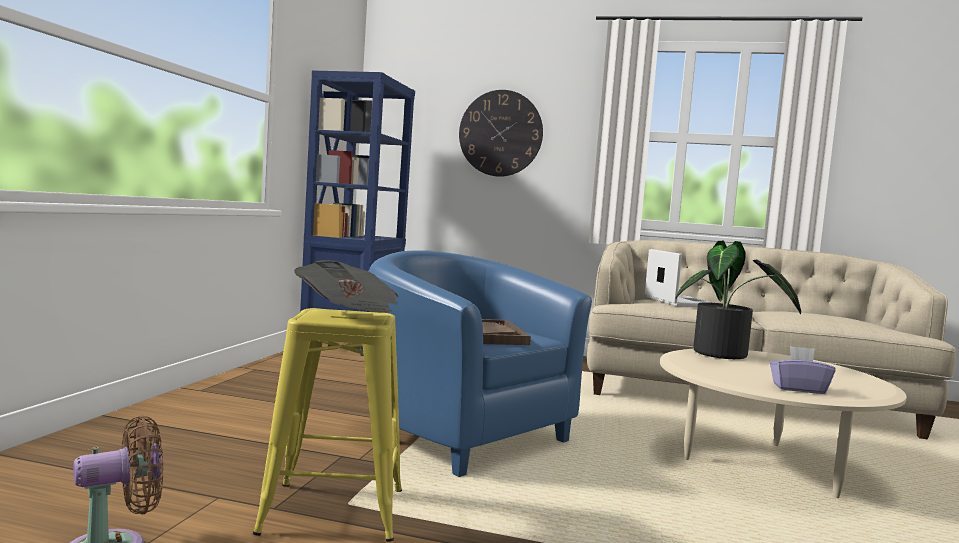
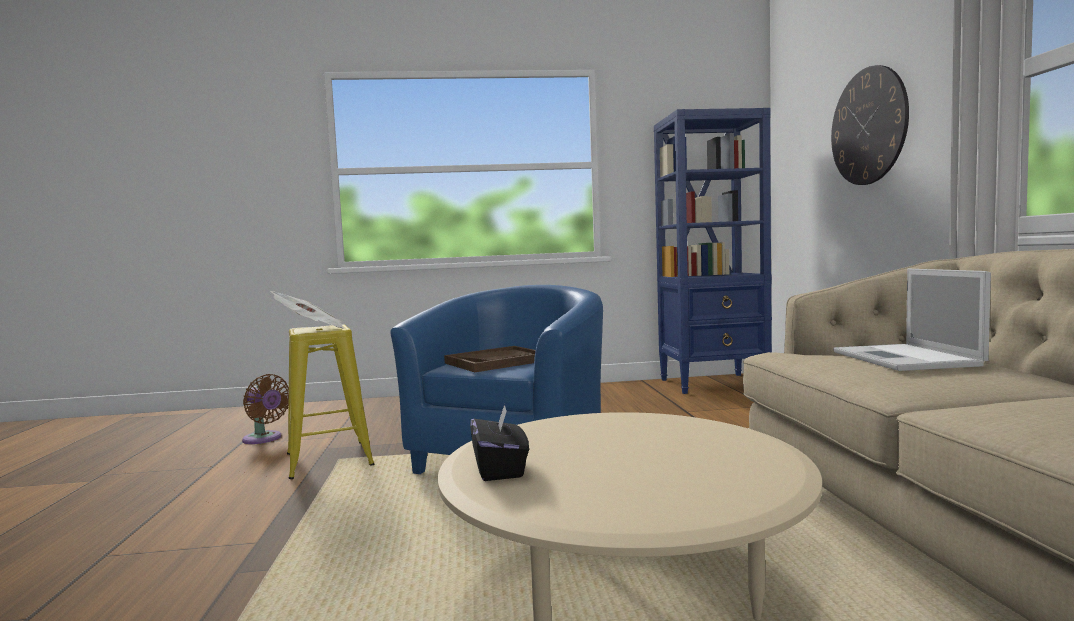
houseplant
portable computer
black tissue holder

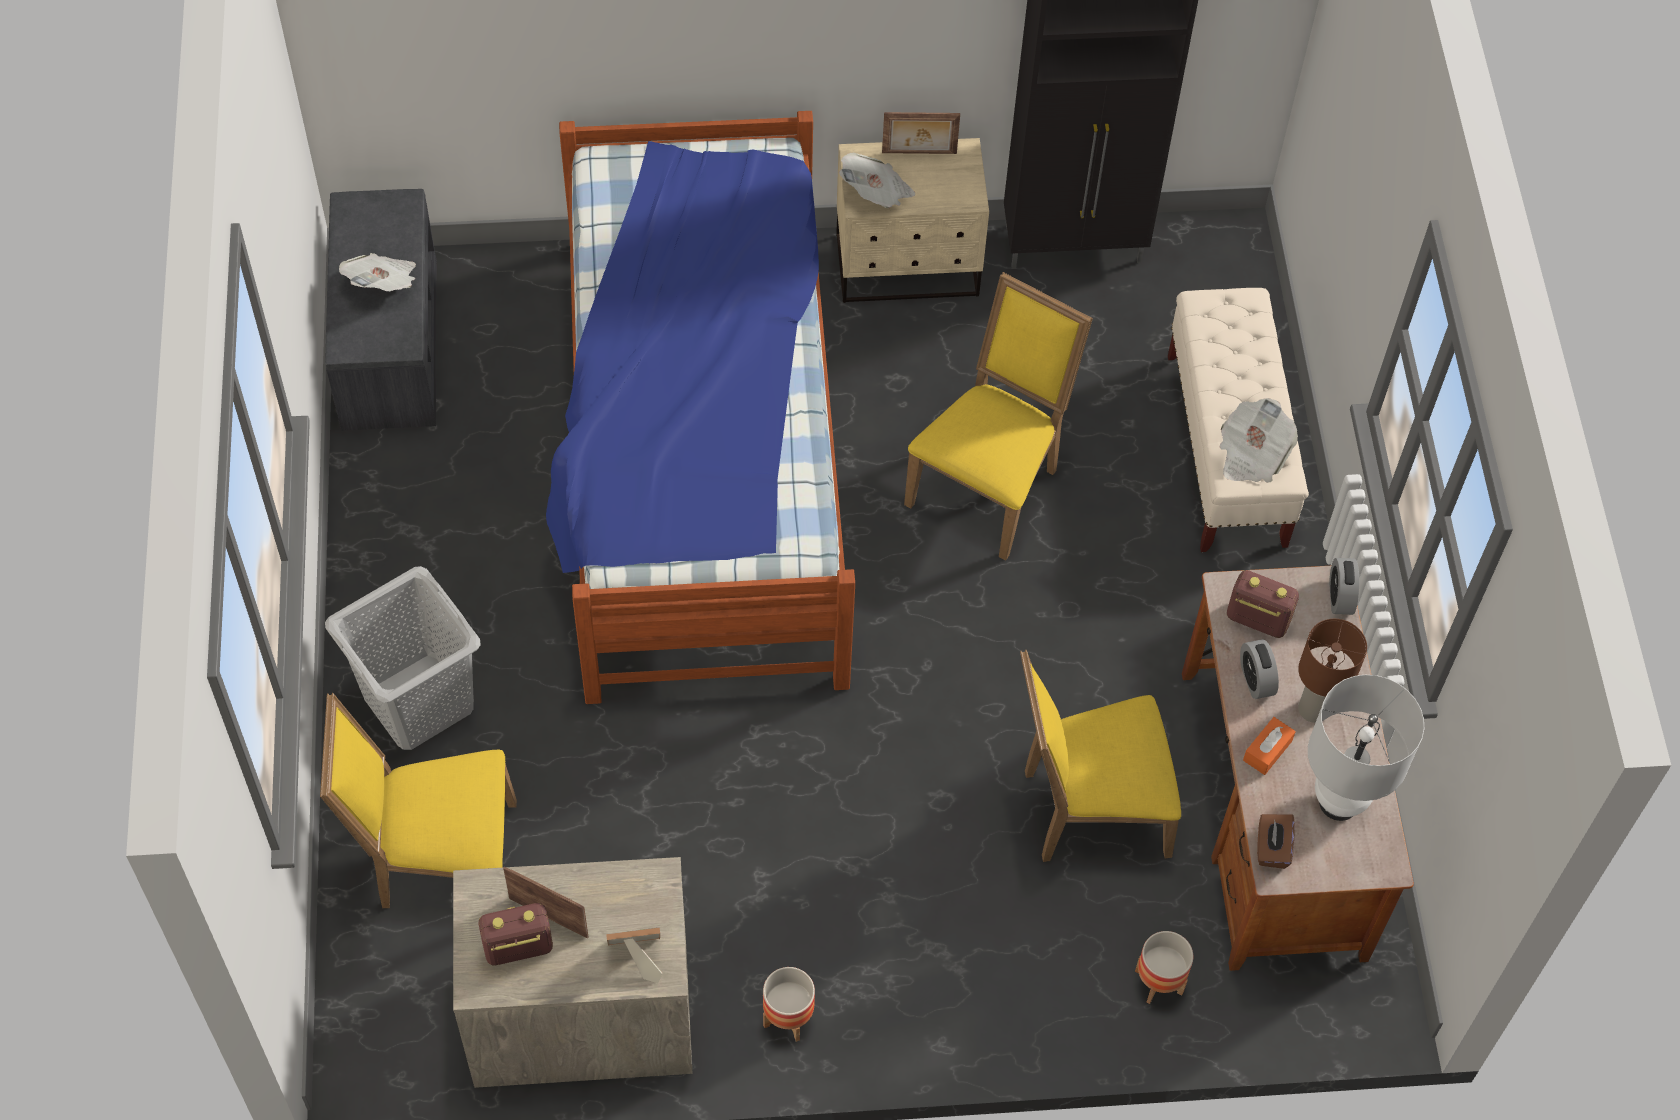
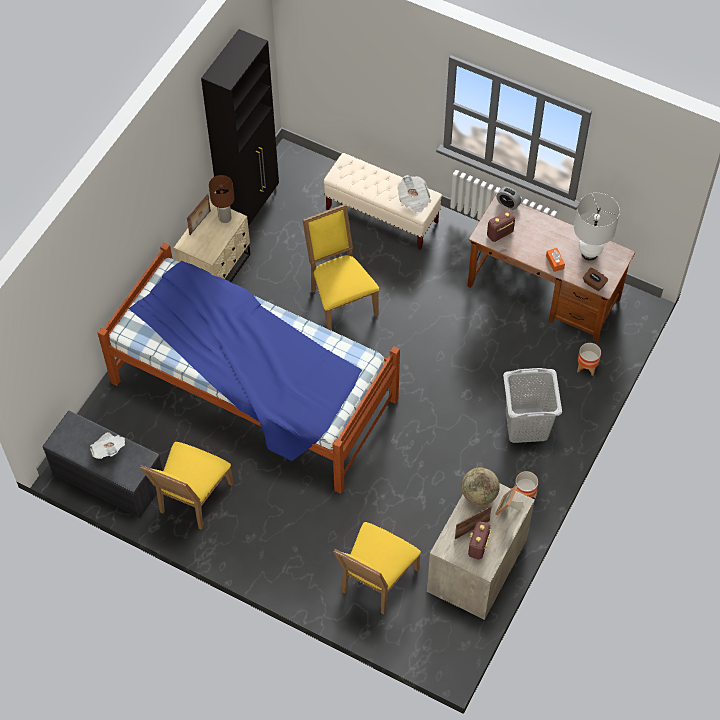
newspaper (no. 2 from left in the first image)
grey hamper
brown table lamp
table clock (no. 1 from left in the first image)
yellow-coloured upright chair (no. 1 from left)
globe

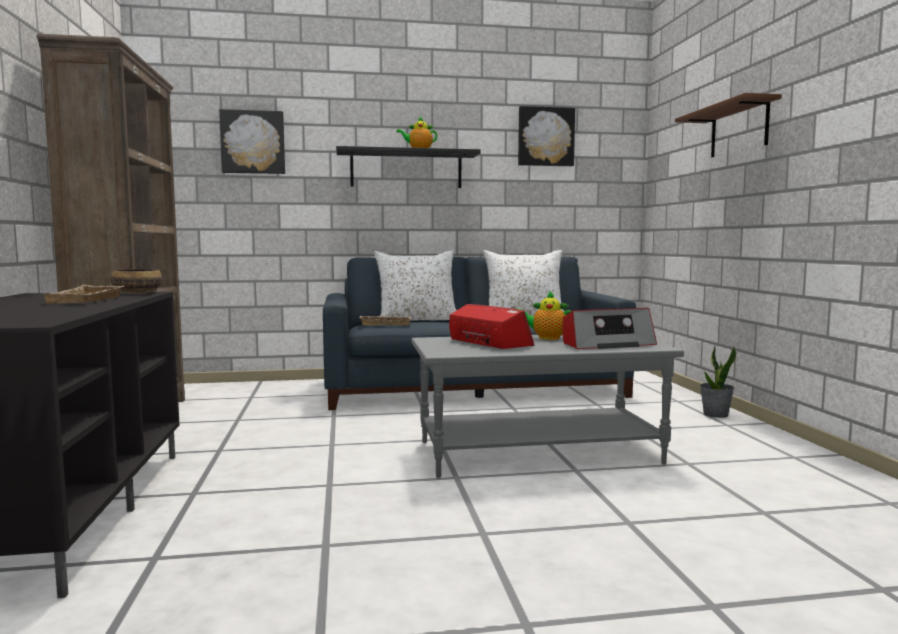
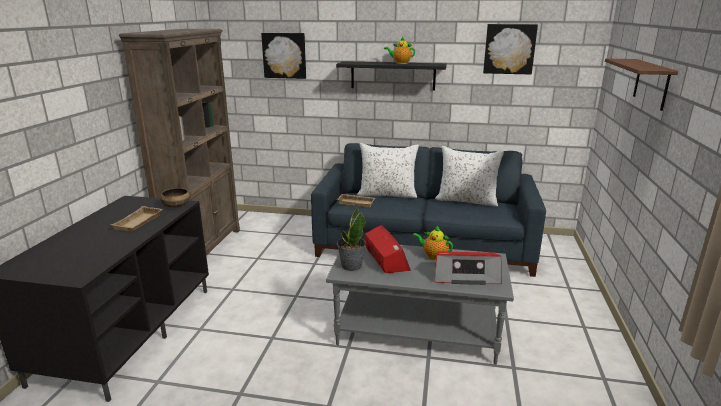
houseplant

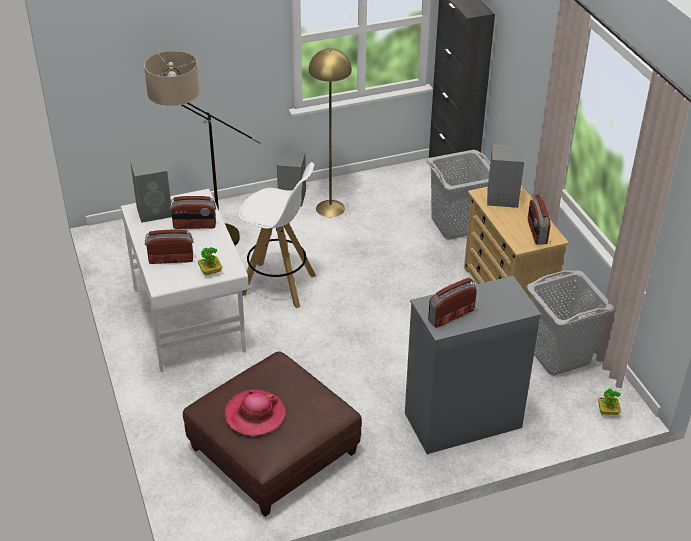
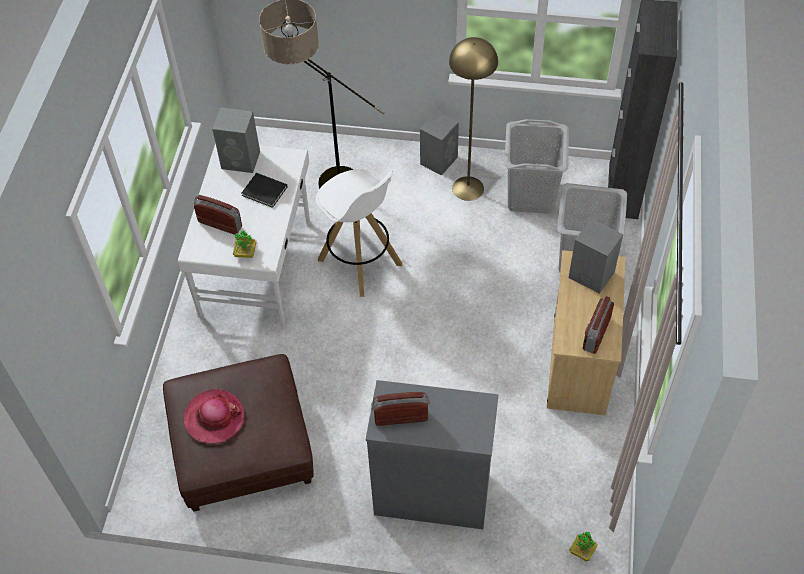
black volume
grey hamper (no. 1 from left)

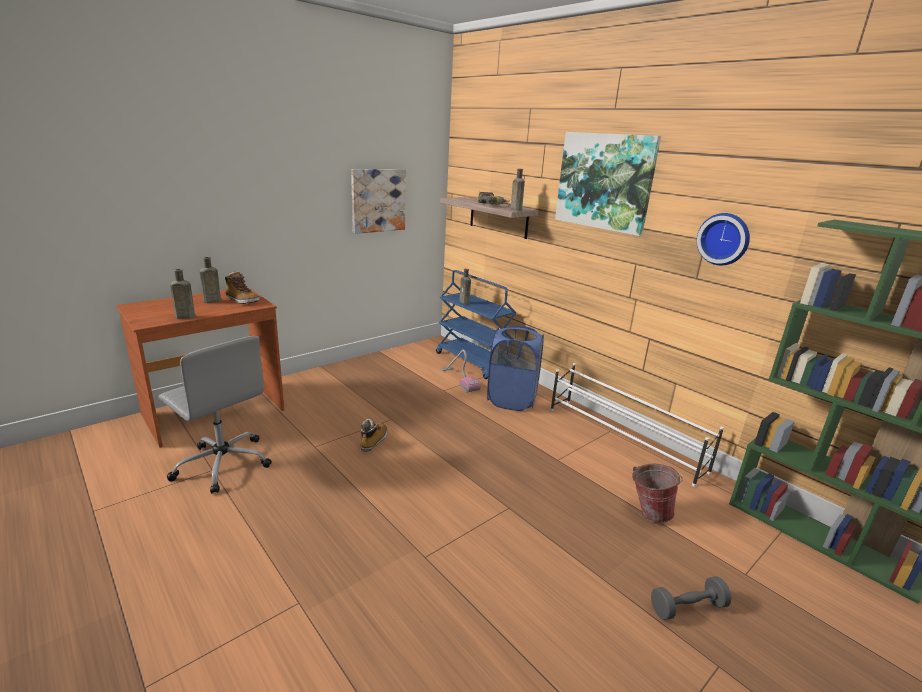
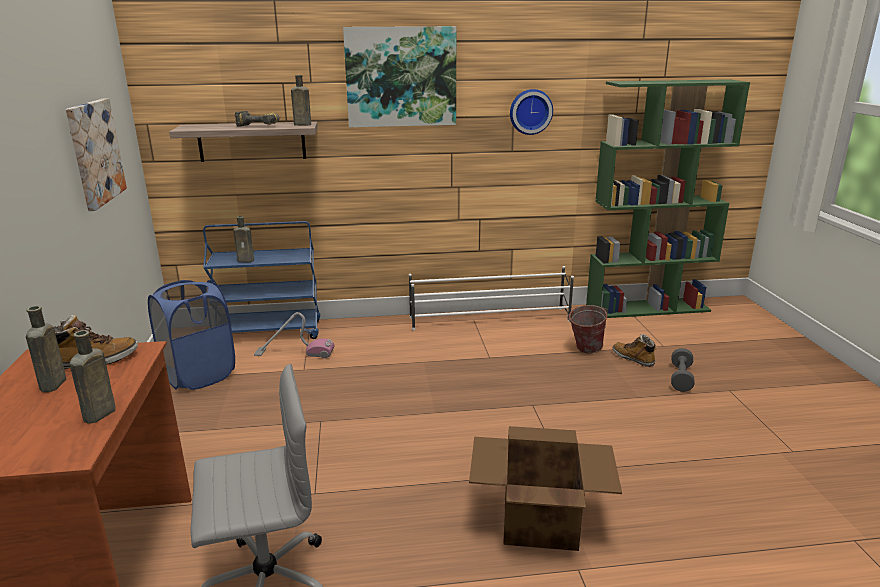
blue hamper
boot (no. 2 from left)
packing box

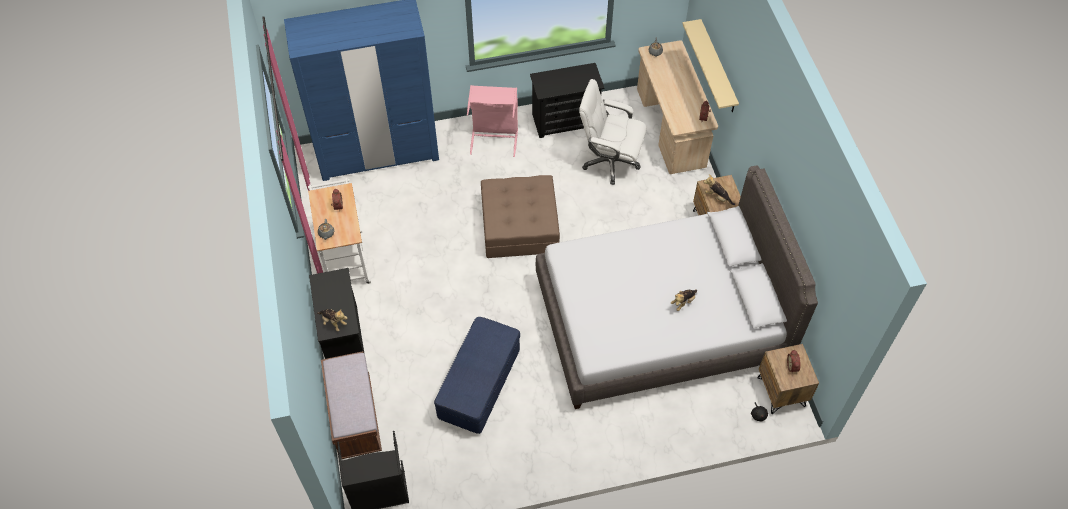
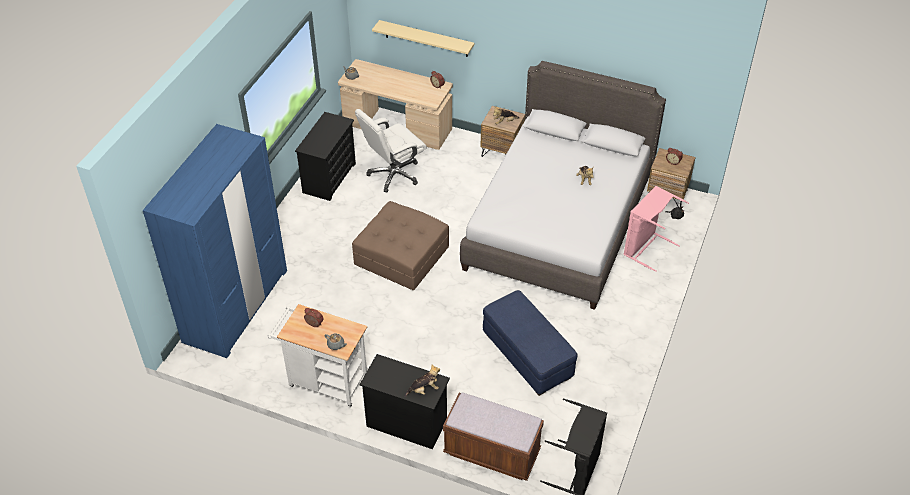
pink hamper

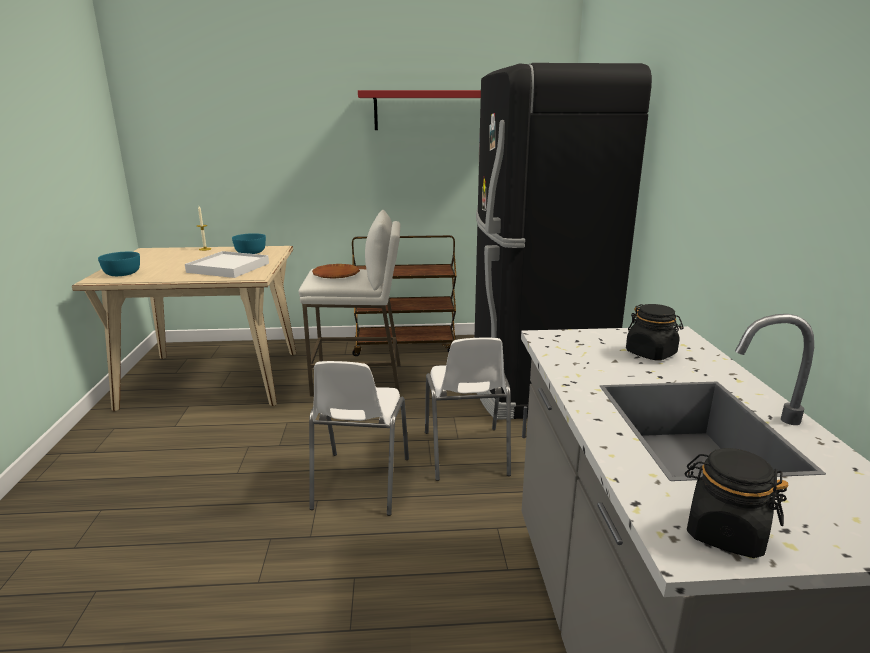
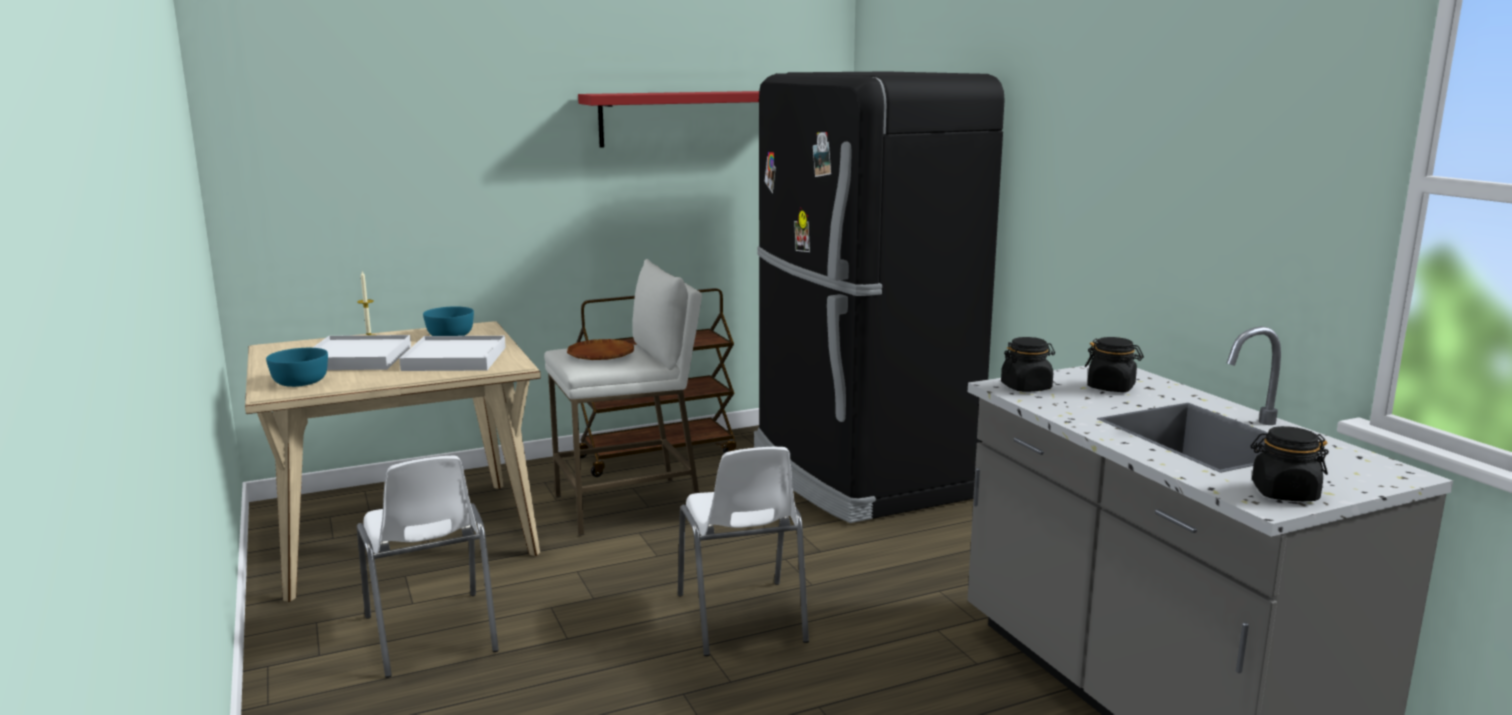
whitish upright chair (no. 1 from left)
whitish tray (no. 1 from left)
black jar (no. 1 from left)

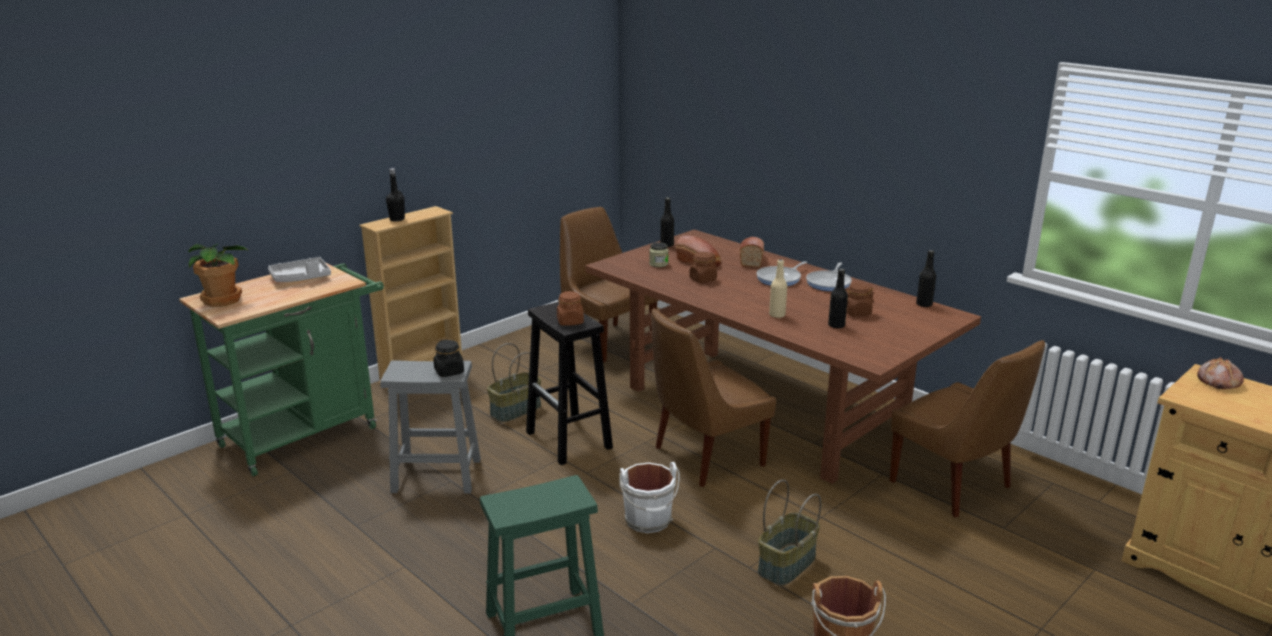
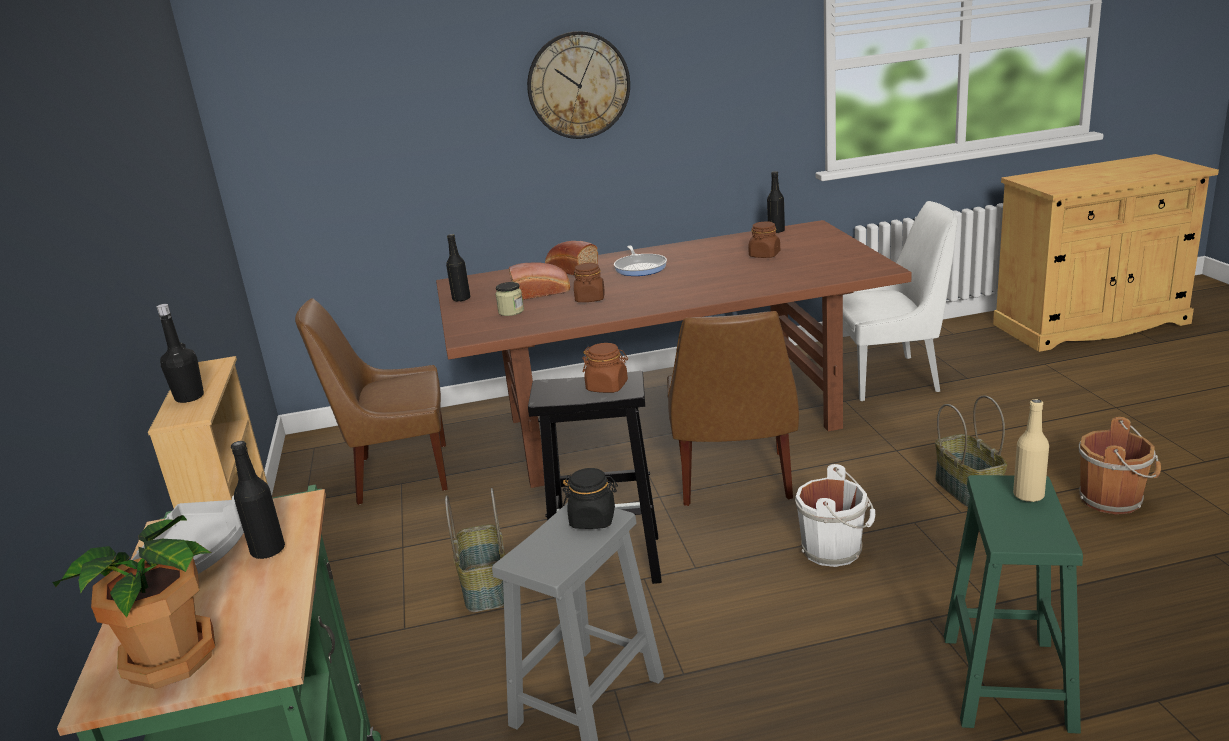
sand-coloured bottle
skillet (no. 2 from left in the first image)
black bottle (no. 2 from left)
whitish upright chair
bakery bread (no. 3 from left in the first image)
wall clock

